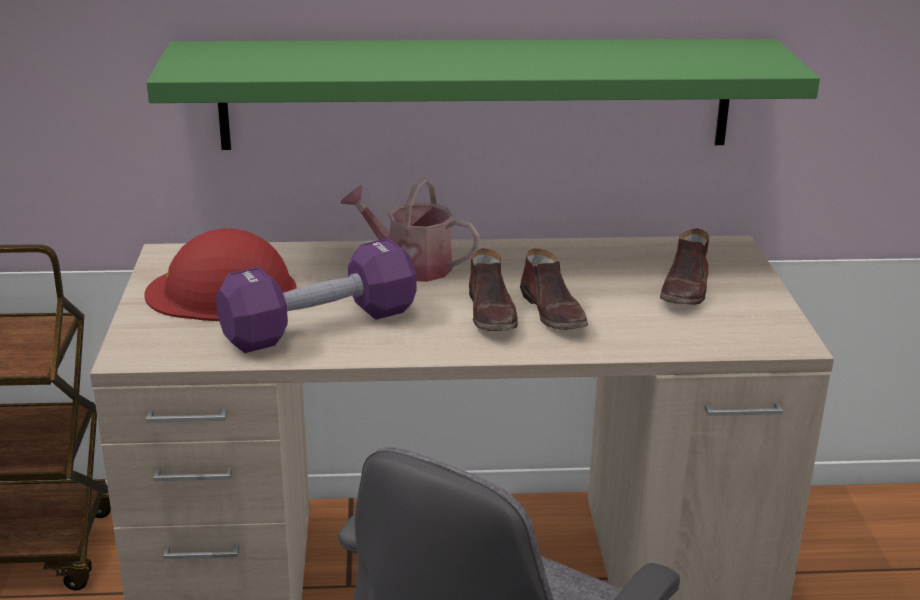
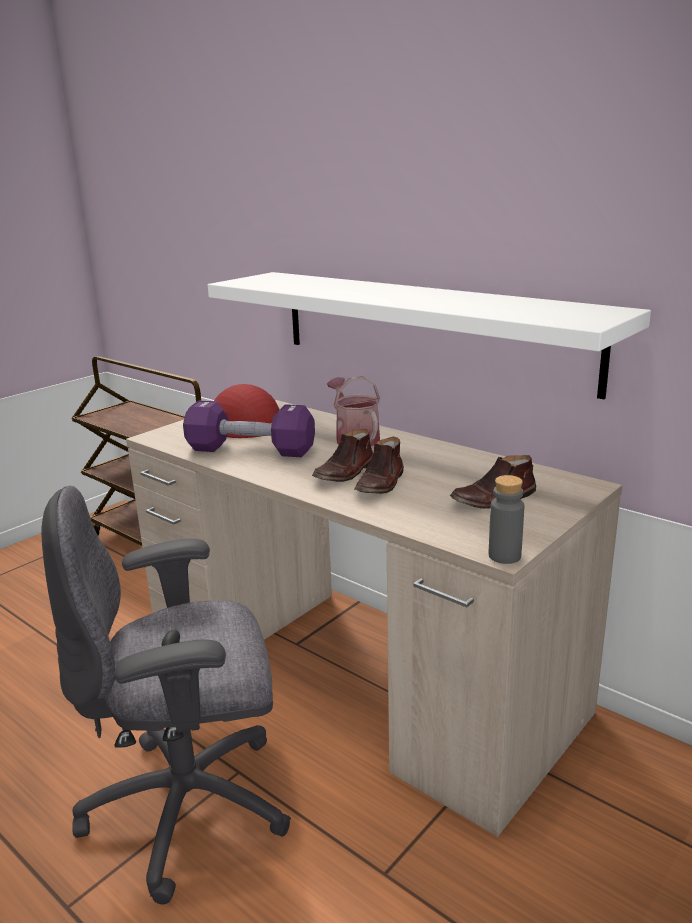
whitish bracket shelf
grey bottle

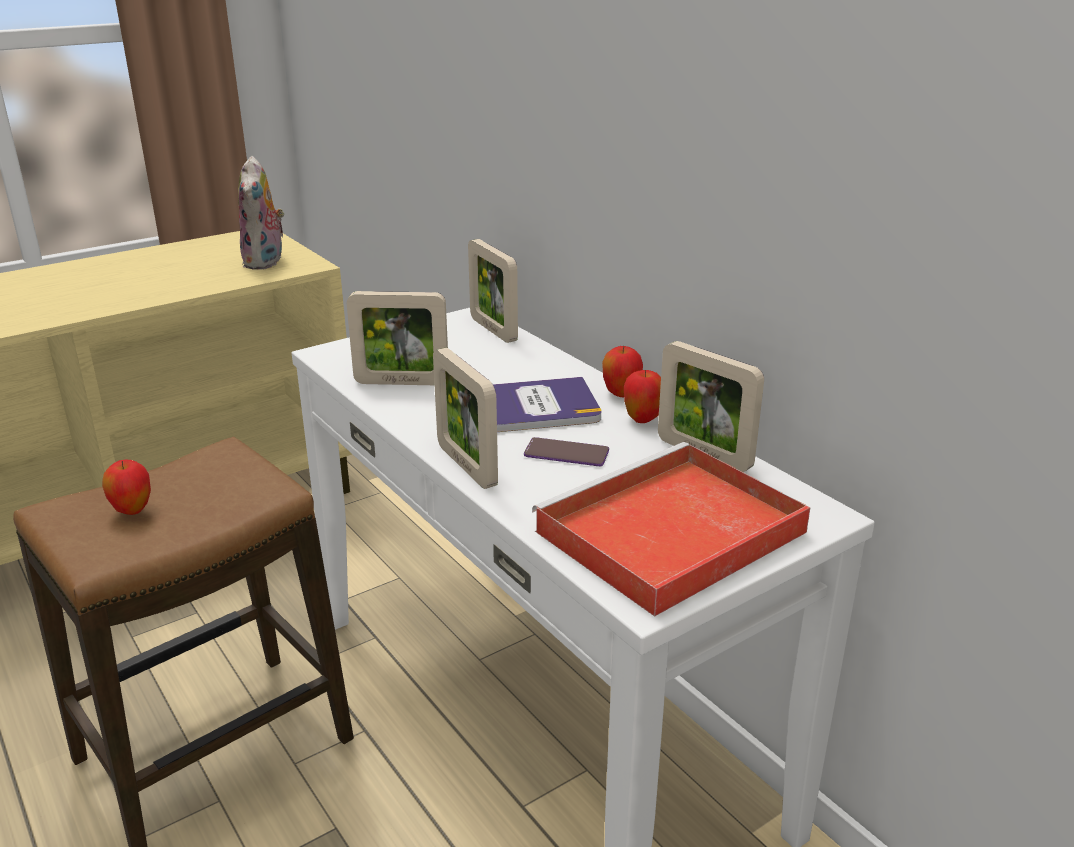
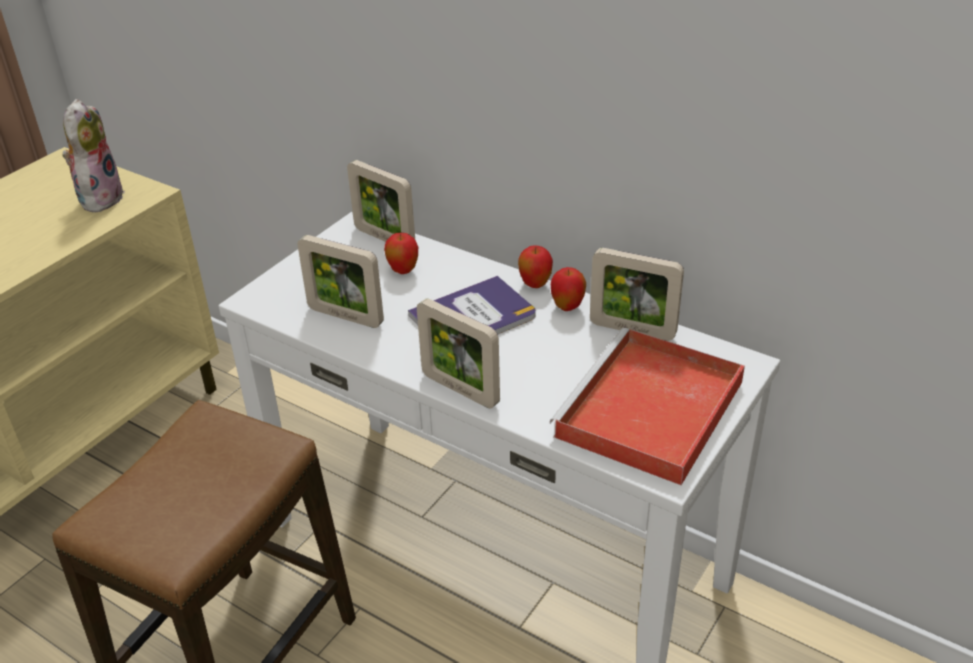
soft toy
standing frame (no. 1 from left)
phone
whole apple (no. 1 from left)

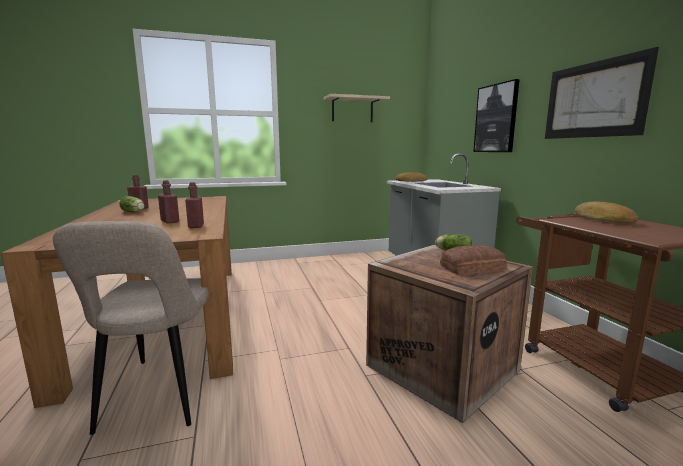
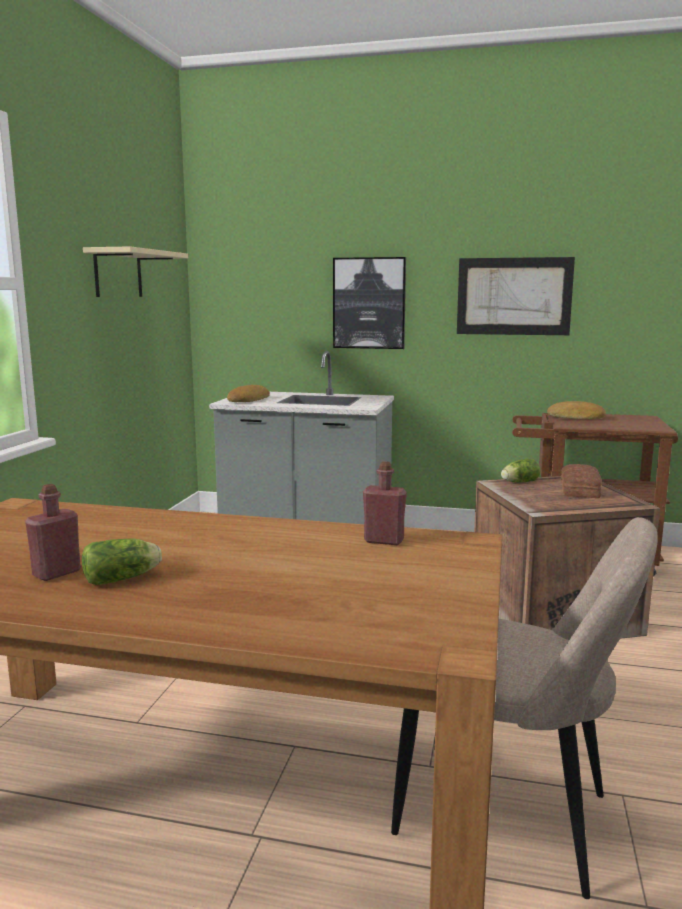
red bottle (no. 2 from left in the first image)

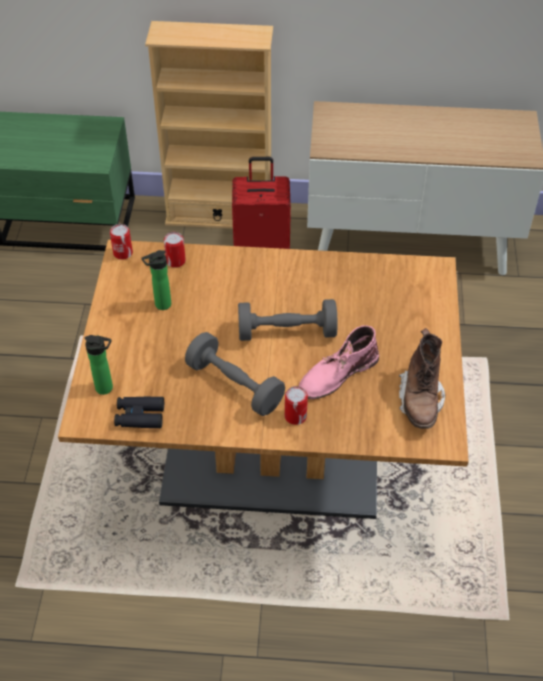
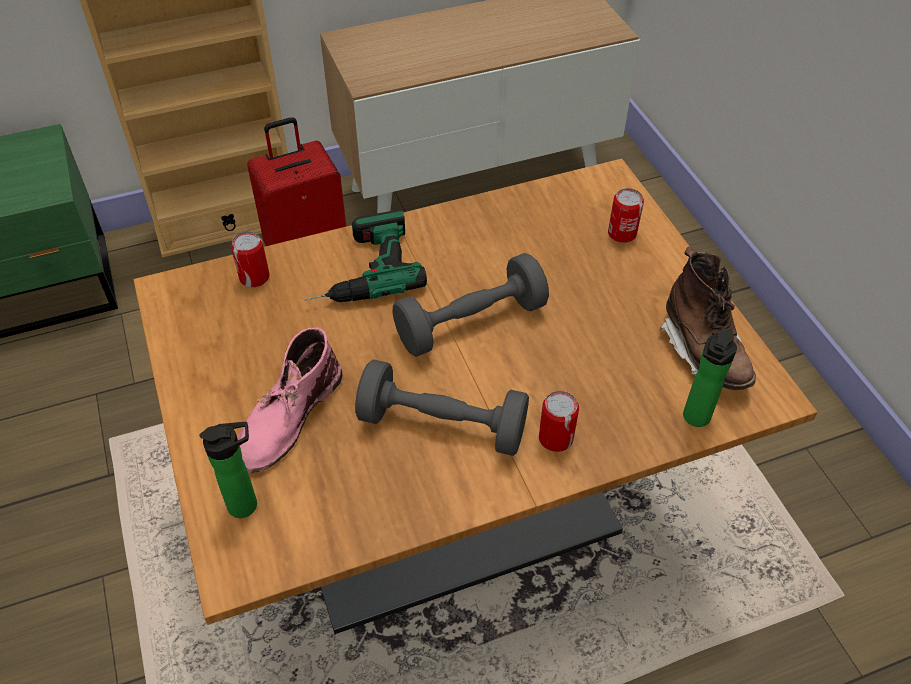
can (no. 3 from left)
bottle (no. 2 from left)
pink boot
black binoculars
electric drill

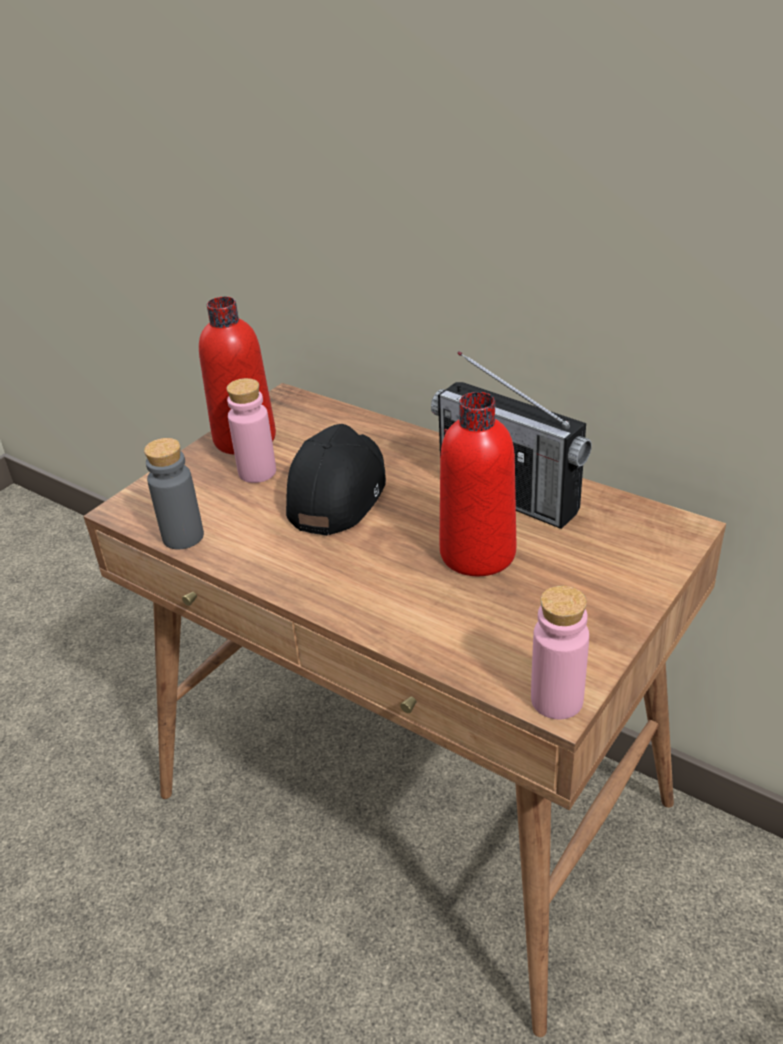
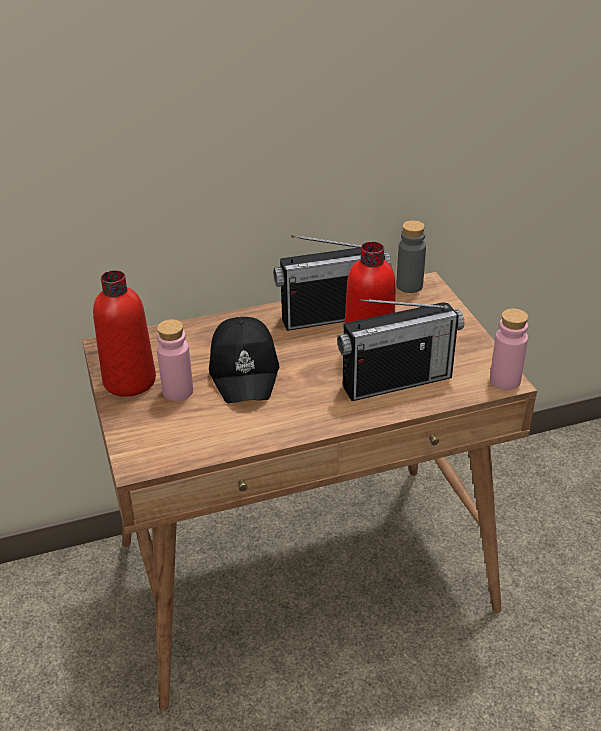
black cap
grey bottle
radio set (no. 2 from left)

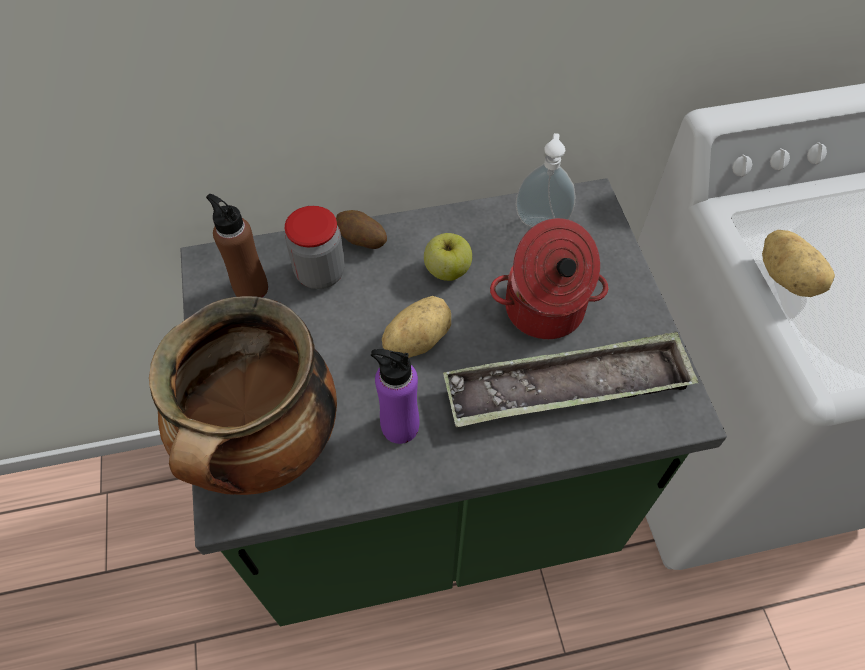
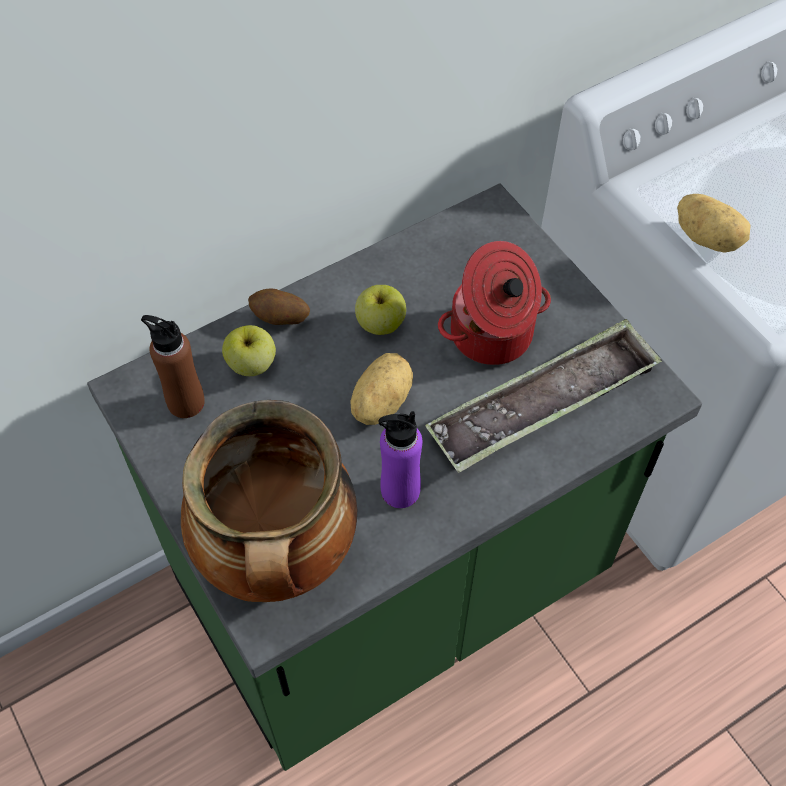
soap bottle
whole apple (no. 1 from left)

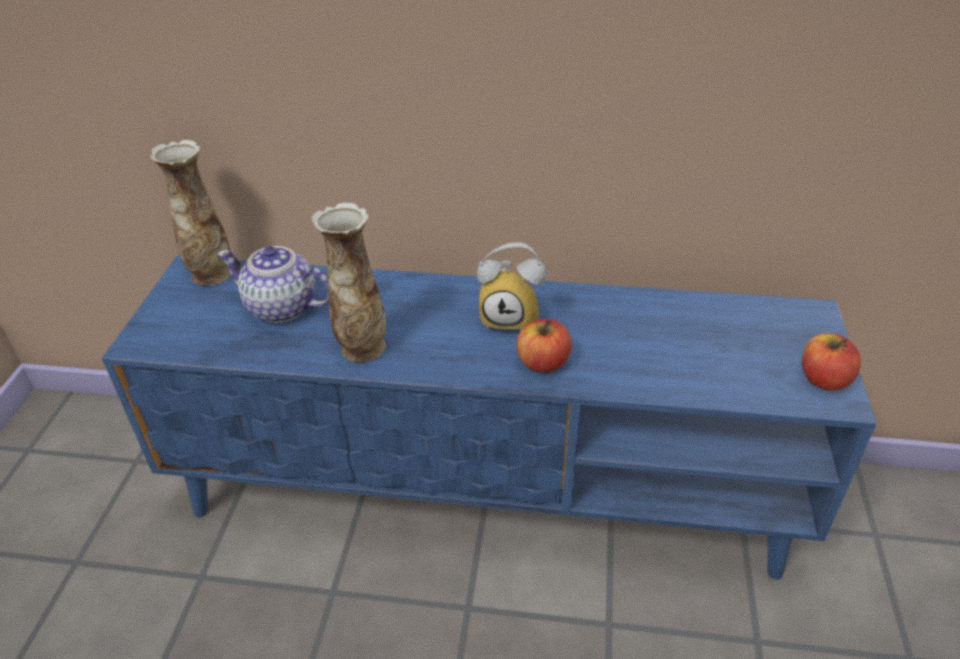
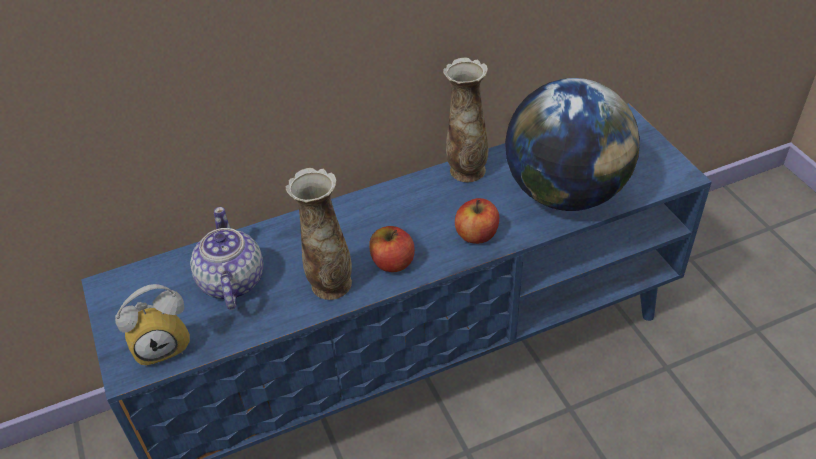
flower vase (no. 2 from left)
table clock
teapot
whole apple (no. 1 from left)
globe

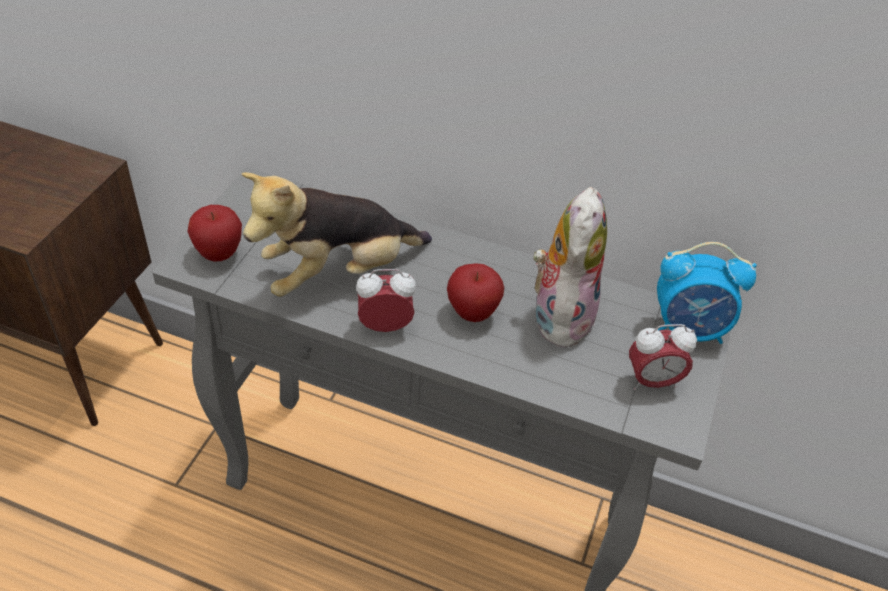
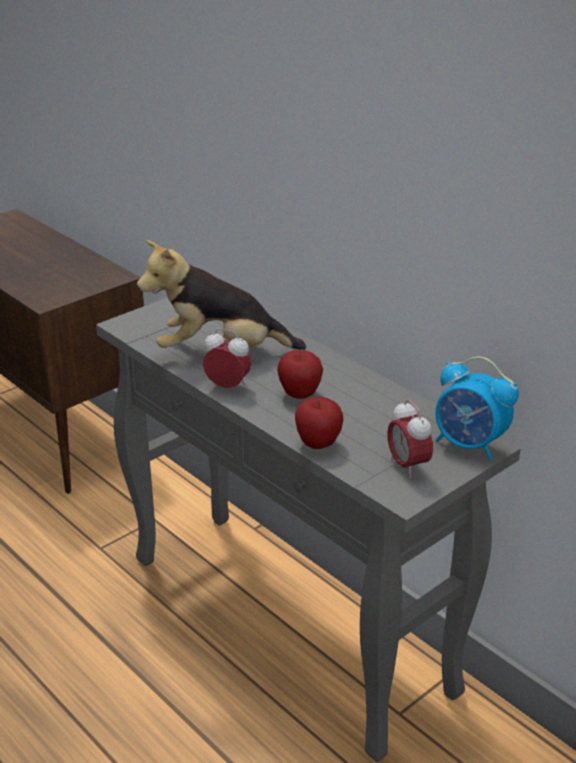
soft toy (no. 2 from left in the first image)
whole apple (no. 2 from left)
table clock (no. 2 from left)

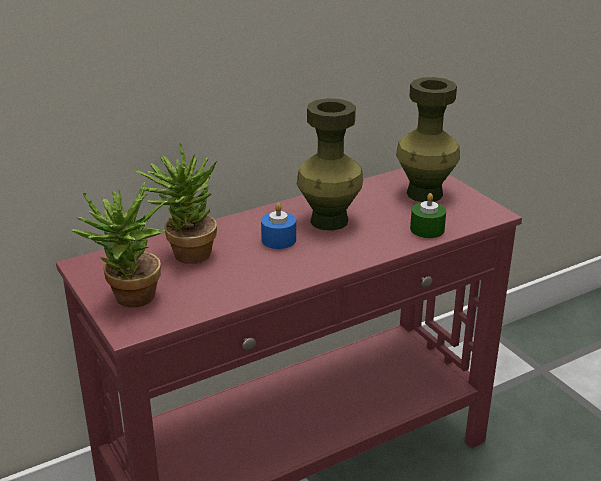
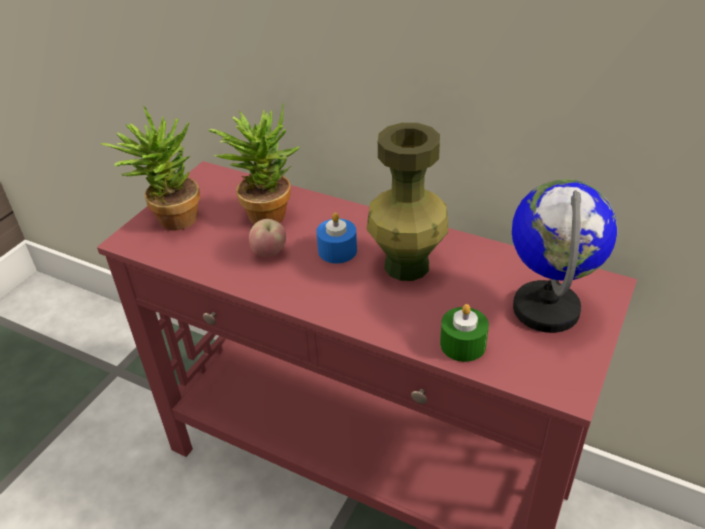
globe
whole apple

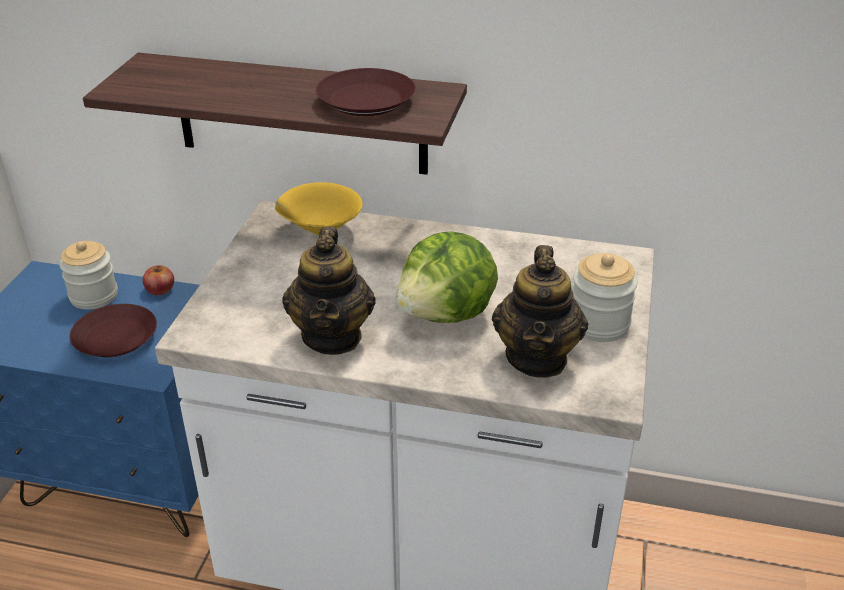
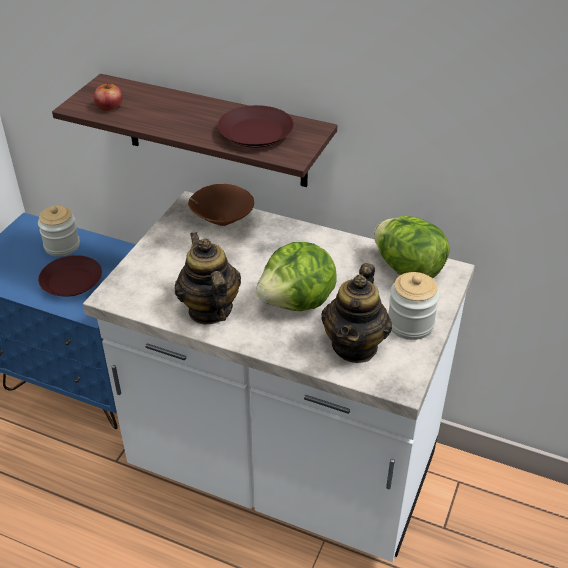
brown bowl
teapot (no. 1 from left)
whole apple
head of lettuce (no. 2 from left)

